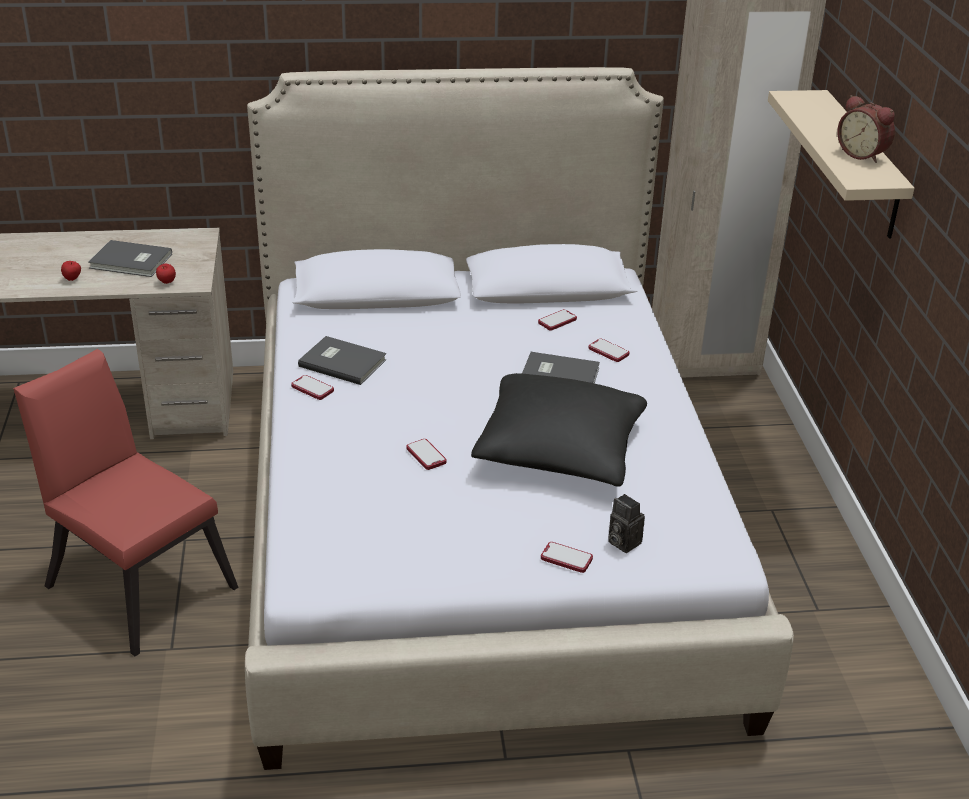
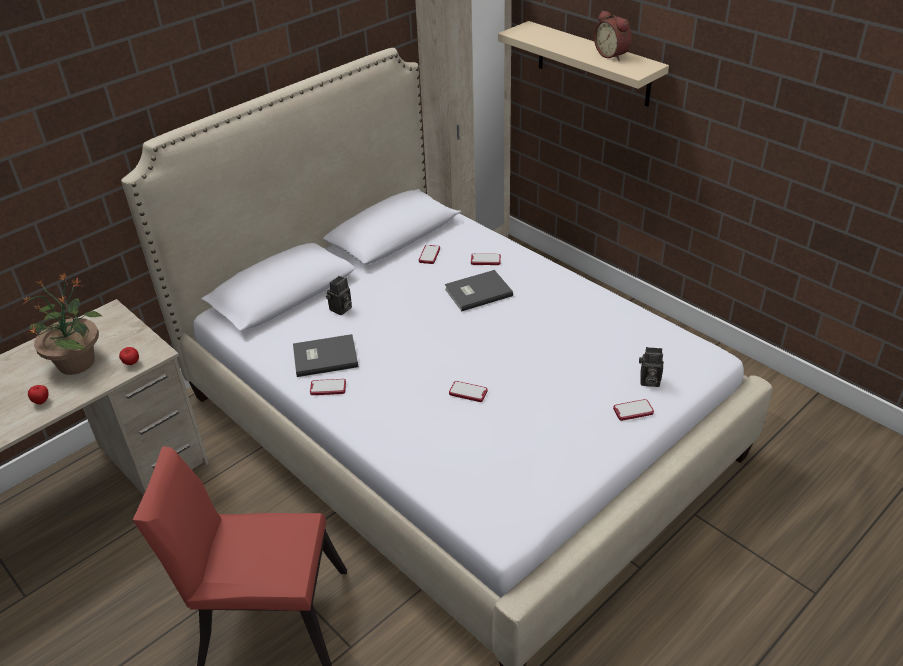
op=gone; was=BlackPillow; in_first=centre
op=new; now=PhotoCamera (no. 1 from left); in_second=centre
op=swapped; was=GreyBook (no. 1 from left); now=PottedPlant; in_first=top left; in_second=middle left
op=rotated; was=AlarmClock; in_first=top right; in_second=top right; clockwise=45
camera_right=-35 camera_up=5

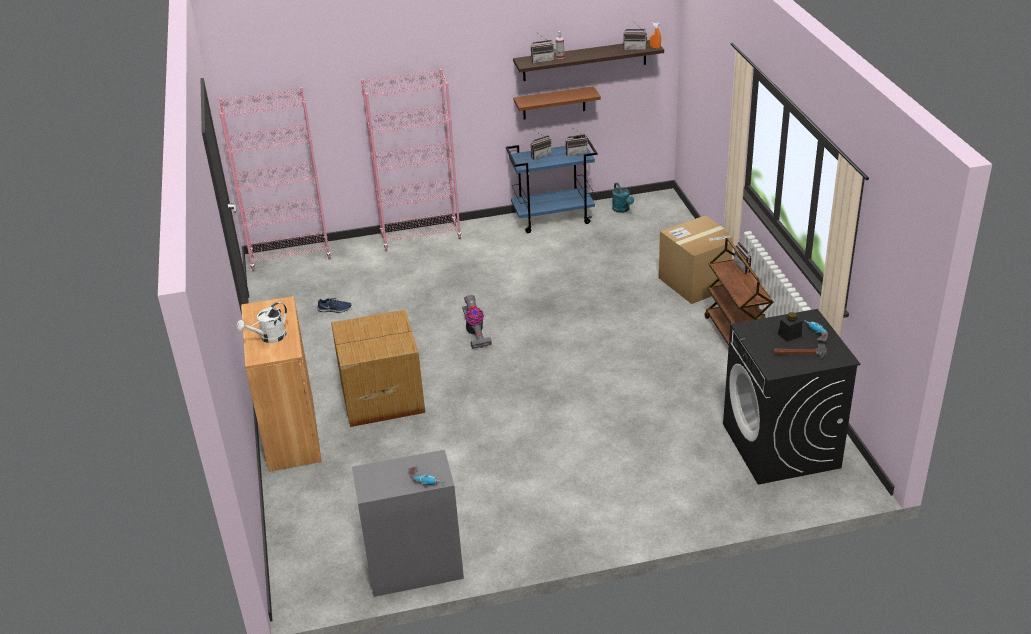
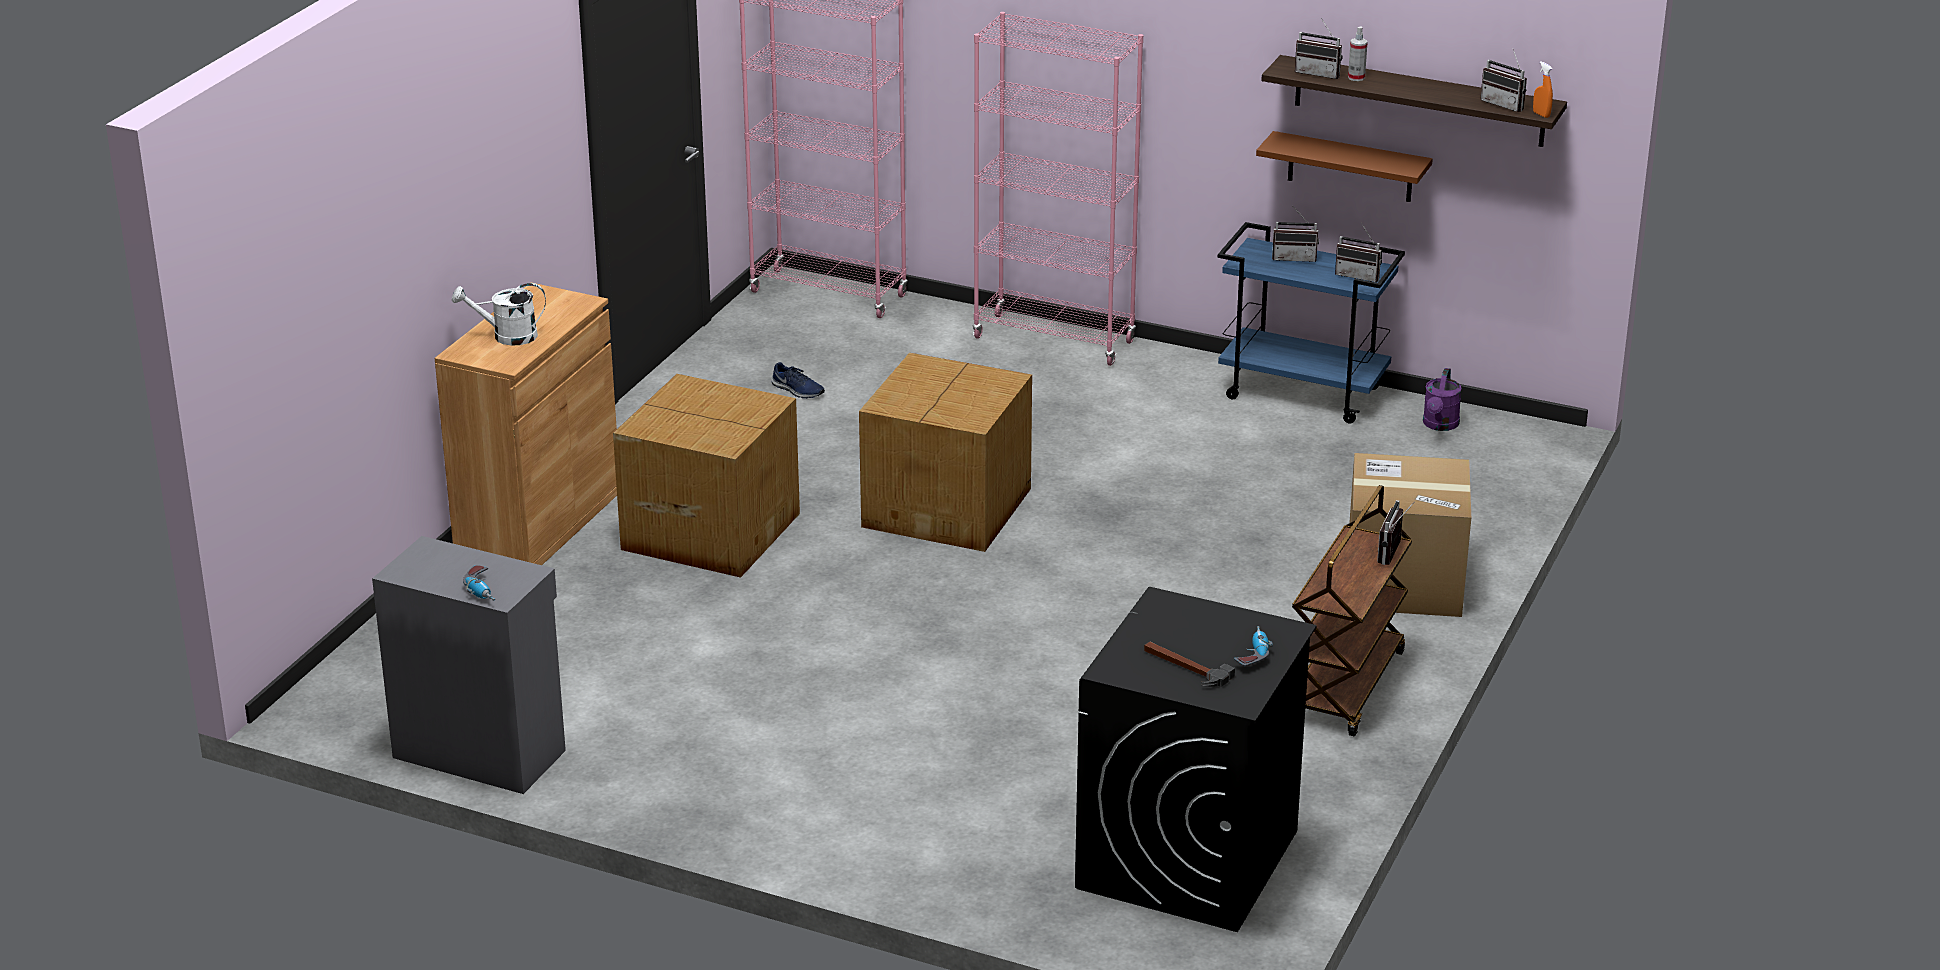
op=gone; was=BlackJar; in_first=middle right
op=swapped; was=VacuumCleaner; now=CardboardBox (no. 2 from left); in_first=centre; in_second=centre
op=repainted; was=TurquoiseWateringCan; now=PurpleWateringCan; in_first=top centre; in_second=middle right
camera_right=35 camera_up=-5

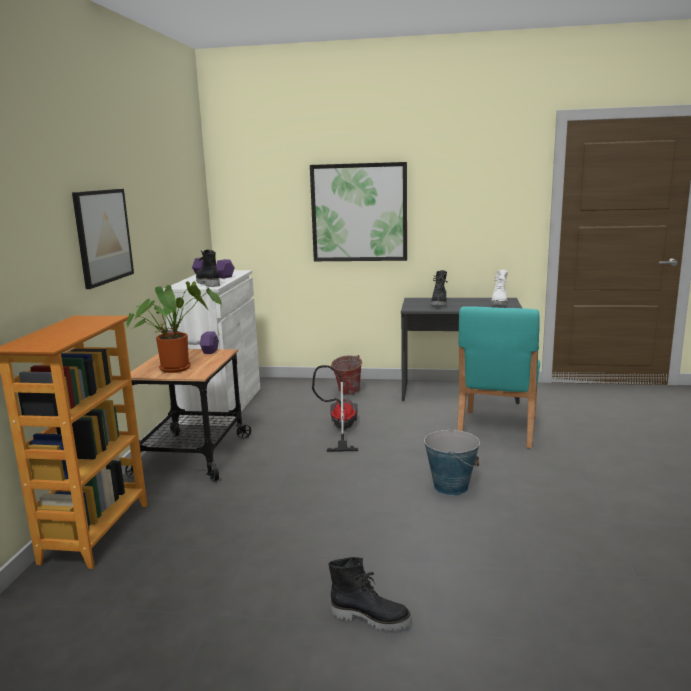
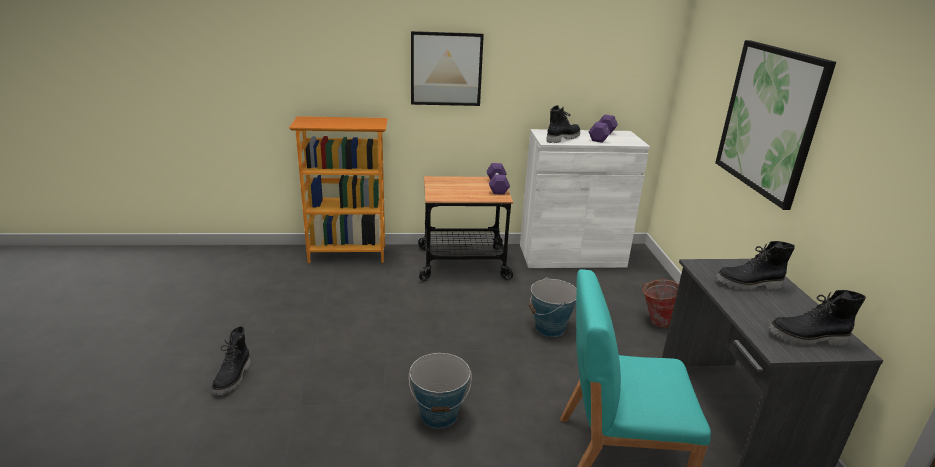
op=gone; was=PottedPlant; in_first=middle left
op=swapped; was=VacuumCleaner; now=Bucket (no. 2 from left); in_first=centre; in_second=centre
op=repainted; was=WhiteBoot; now=BlackBoot (no. 4 from left); in_first=middle right; in_second=bottom right
camera_right=75 camera_up=10

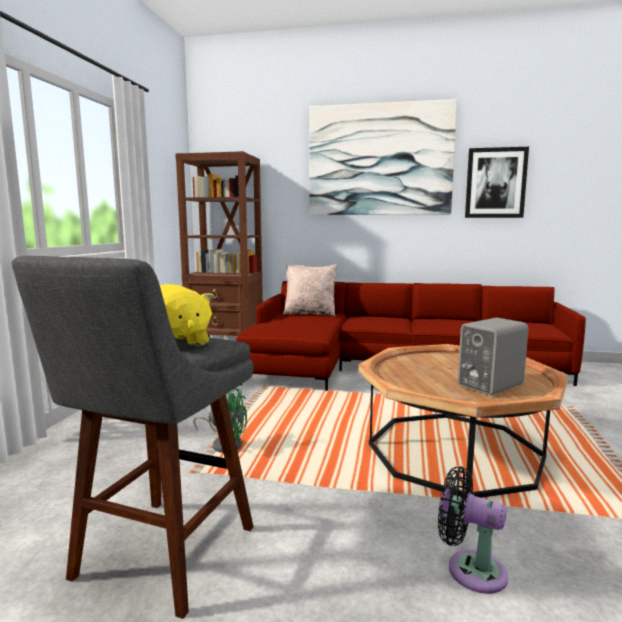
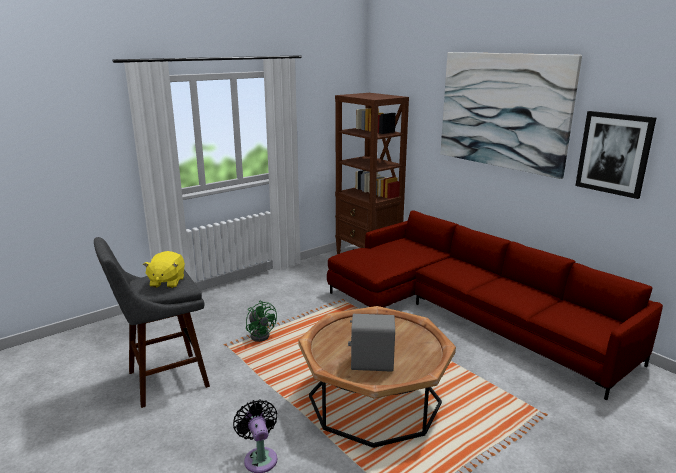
op=gone; was=BeigePillow; in_first=centre
camera_right=40 camera_up=10

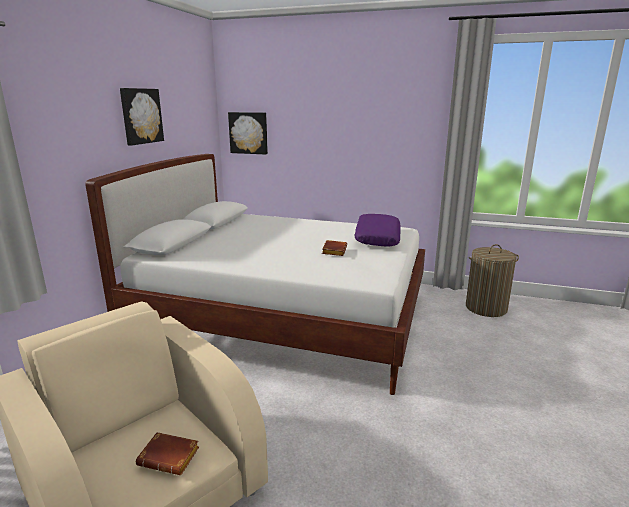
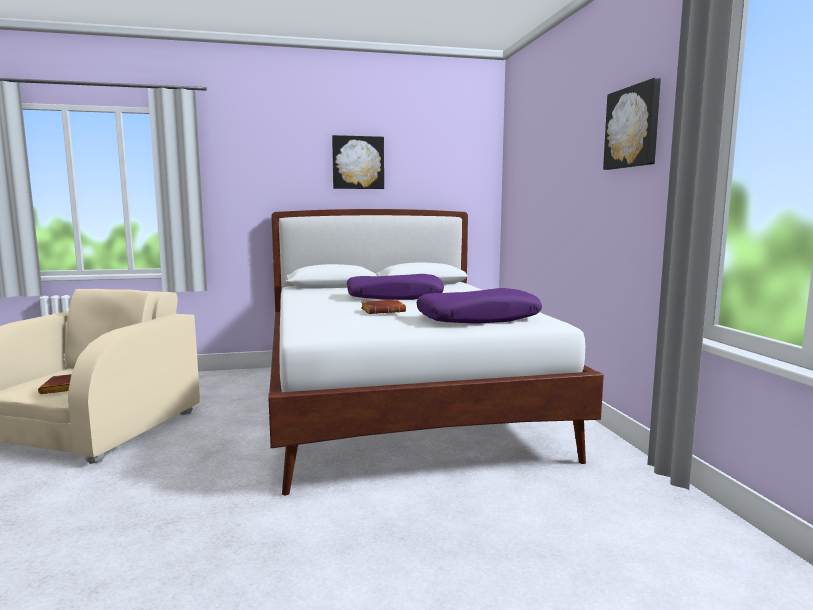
op=gone; was=LaundryBasket; in_first=middle right
op=new; now=PurplePillow (no. 1 from left); in_second=centre
op=shifted; was=Picture (no. 2 from left); in_first=top centre; in_second=top right
camera_right=60 camera_up=-10

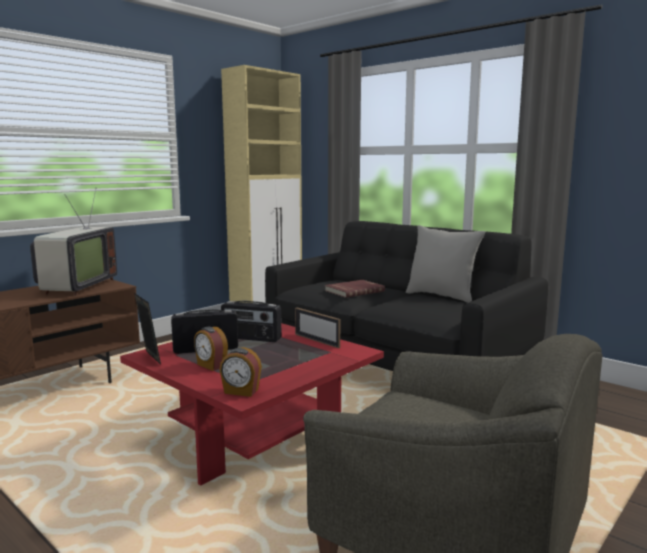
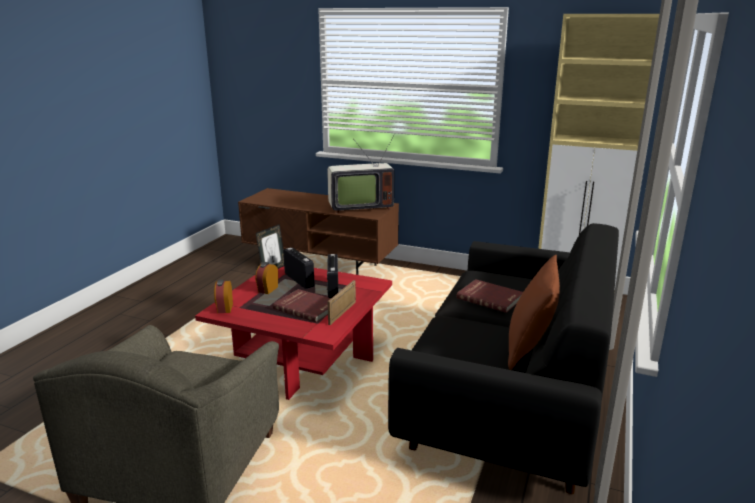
op=new; now=RedBook (no. 1 from left); in_second=centre
op=repainted; was=GreyPillow; now=BrownPillow; in_first=middle right; in_second=middle right
camera_right=70 camera_up=10

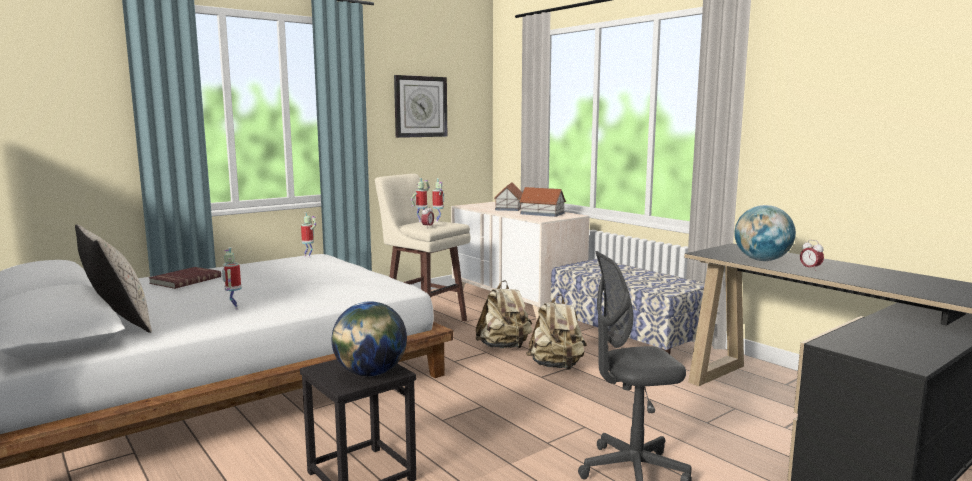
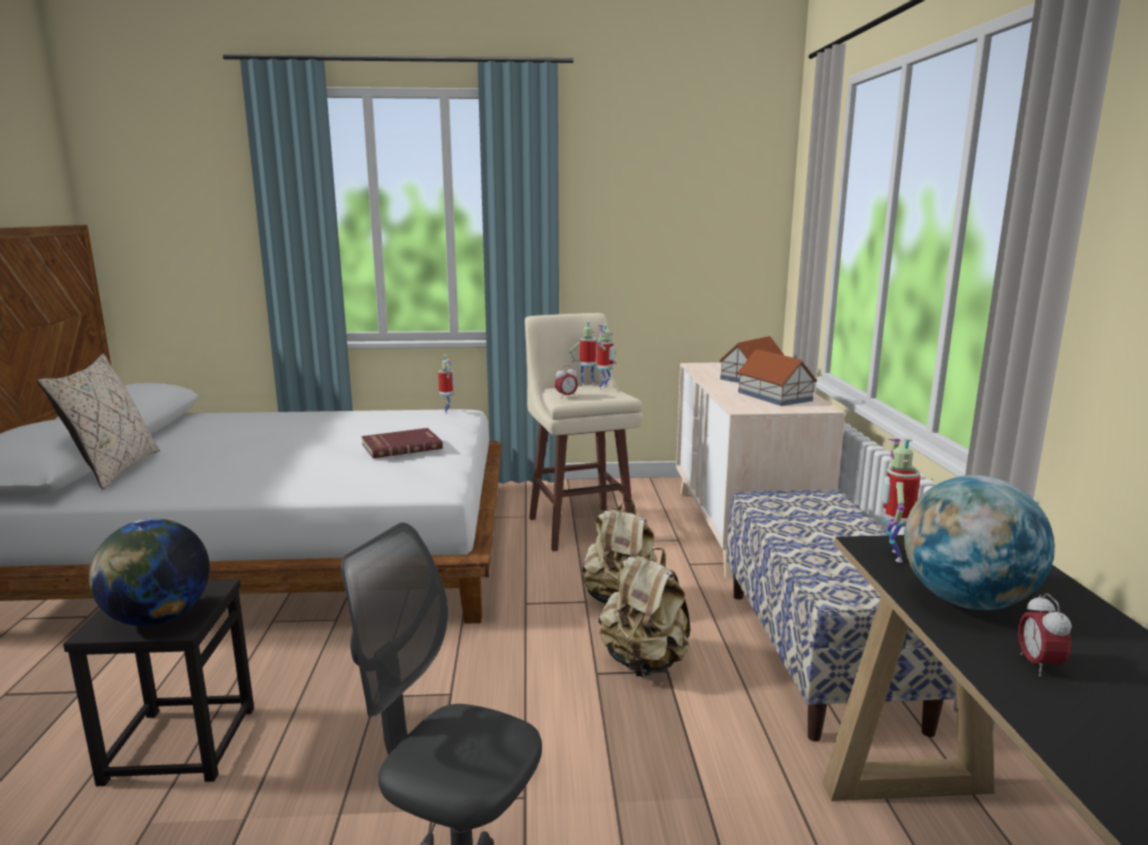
op=gone; was=WallClock; in_first=top centre
op=shifted; was=RedBook; in_first=middle left; in_second=centre
op=shifted; was=ToyRobot (no. 1 from left in the first image); now=ToyRobot (no. 4 from left); in_first=middle left; in_second=middle right
camera_right=35 camera_up=5

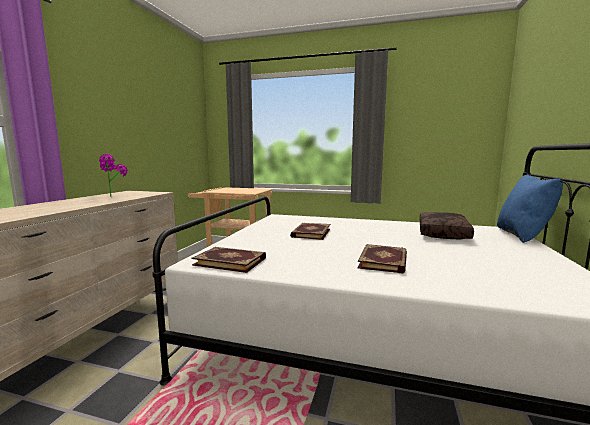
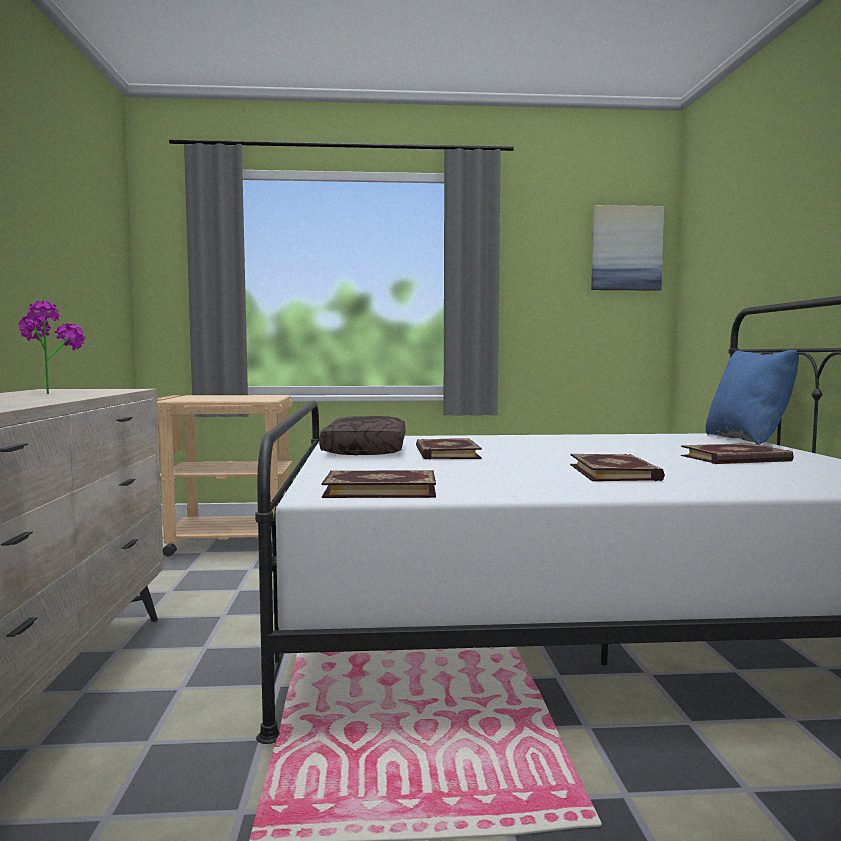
op=new; now=Picture; in_second=top right
op=new; now=Book (no. 4 from left); in_second=middle right
op=shifted; was=BrownPillow; in_first=middle right; in_second=centre
camera_right=-20 camera_up=-5

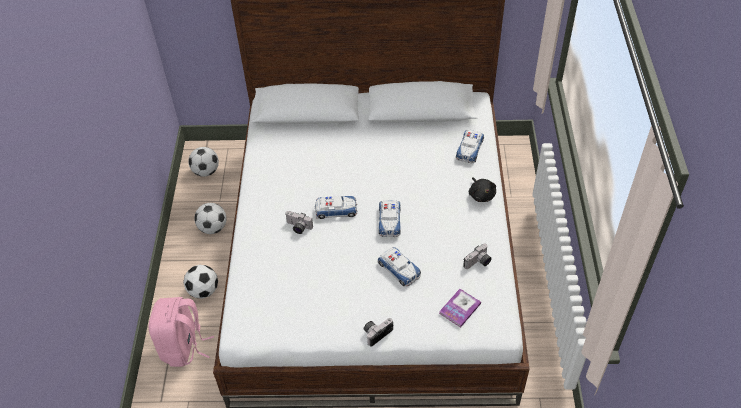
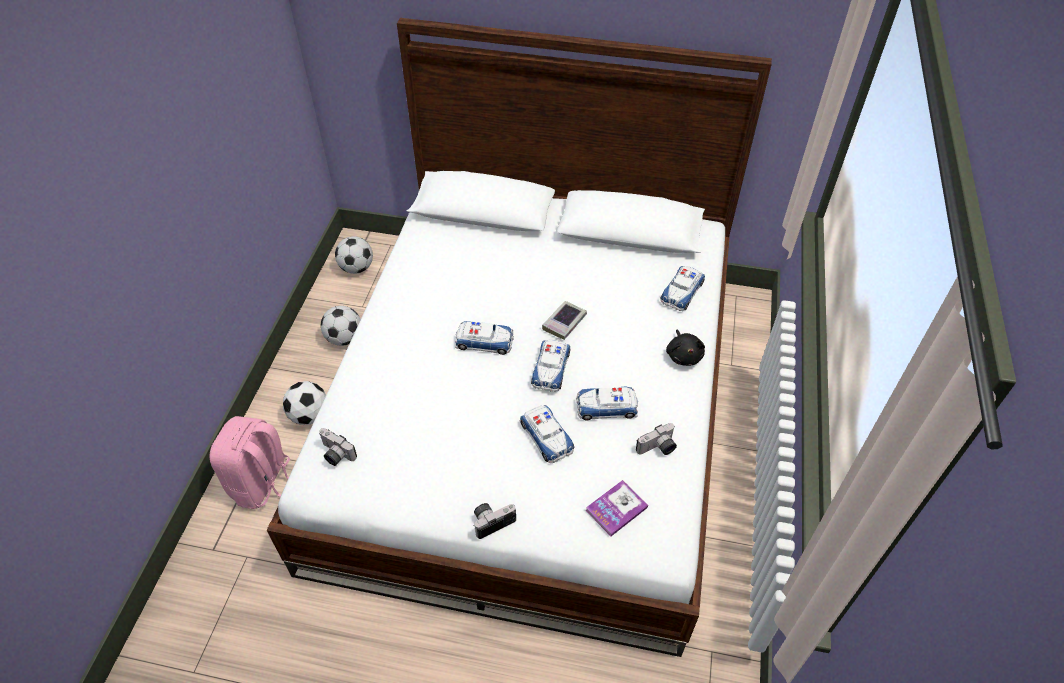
op=new; now=Book (no. 1 from left); in_second=centre
op=new; now=ToyCar (no. 4 from left); in_second=centre
op=shifted; was=PhotoCamera (no. 1 from left); in_first=centre; in_second=middle left
camera_right=10 camera_up=0

